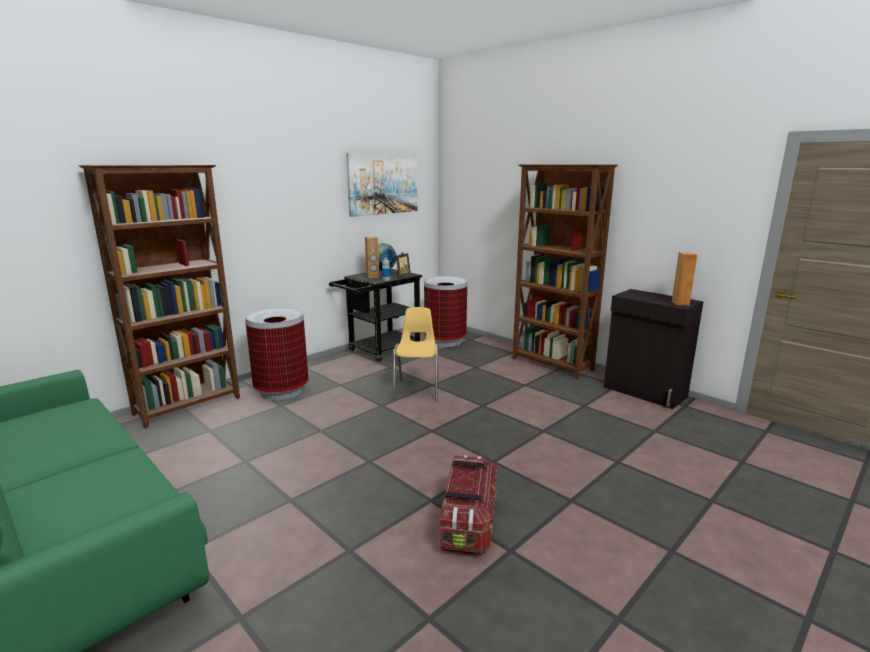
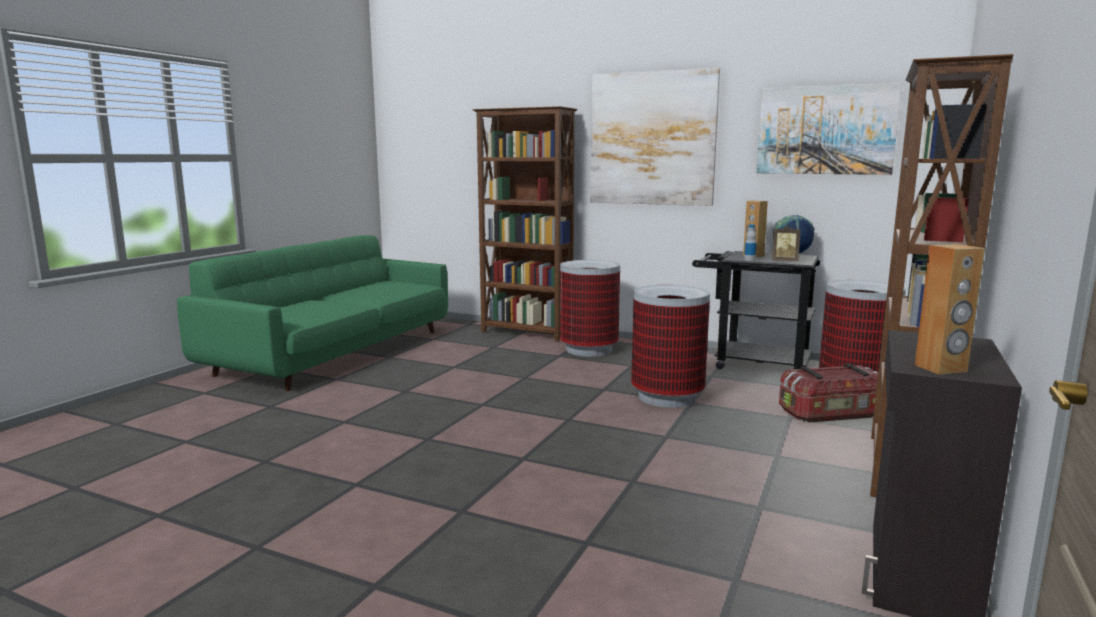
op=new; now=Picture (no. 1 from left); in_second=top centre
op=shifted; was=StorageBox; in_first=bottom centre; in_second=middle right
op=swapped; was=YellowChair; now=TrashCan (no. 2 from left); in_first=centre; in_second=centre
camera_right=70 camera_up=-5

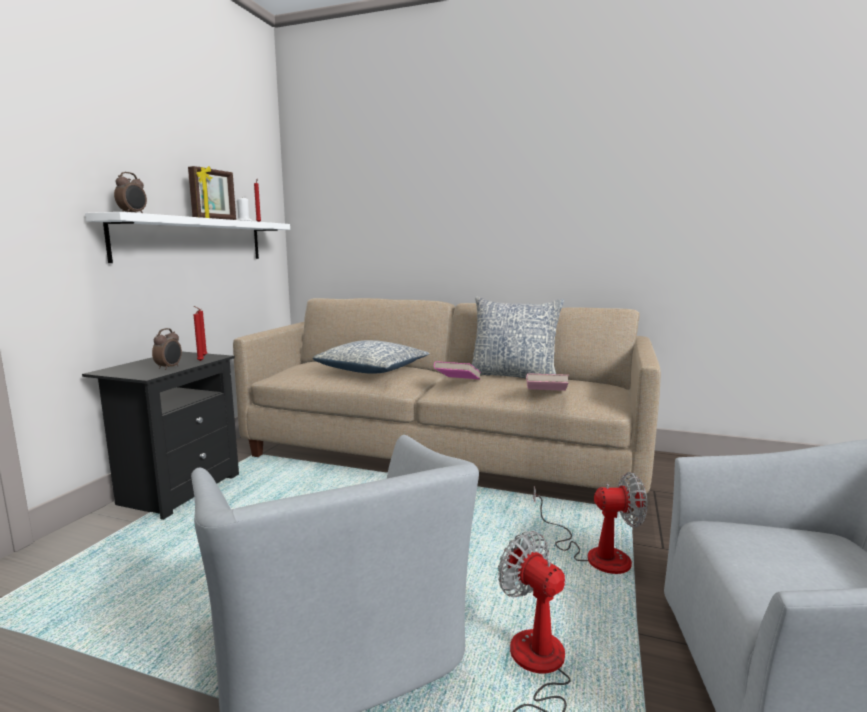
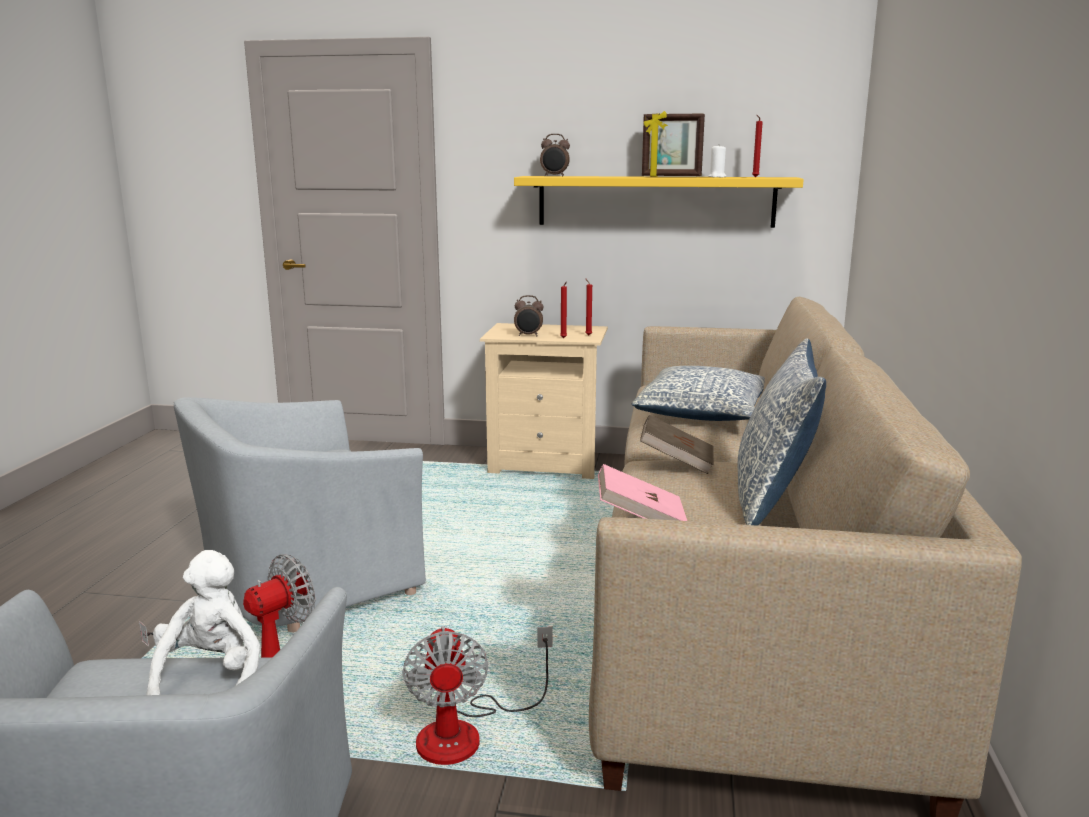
op=new; now=WhitePlushToy; in_second=bottom left
op=repainted; was=BlackNightstand; now=BeigeNightstand; in_first=middle left; in_second=centre
op=repainted; was=WhiteShelf; now=YellowShelf; in_first=top left; in_second=top centre
op=repainted; was=PinkBook (no. 1 from left); now=BrownBook; in_first=centre; in_second=centre
camera_right=80 camera_up=5

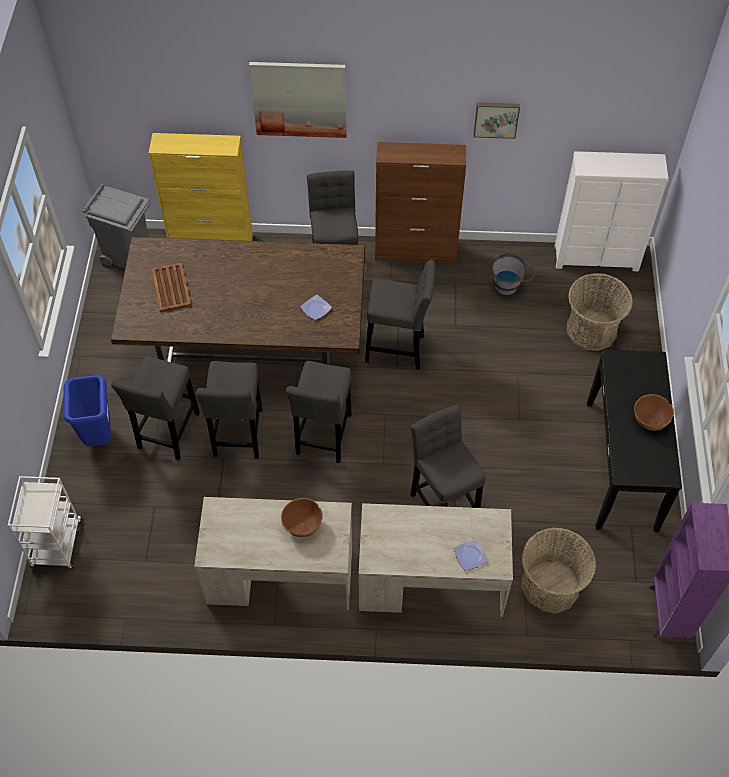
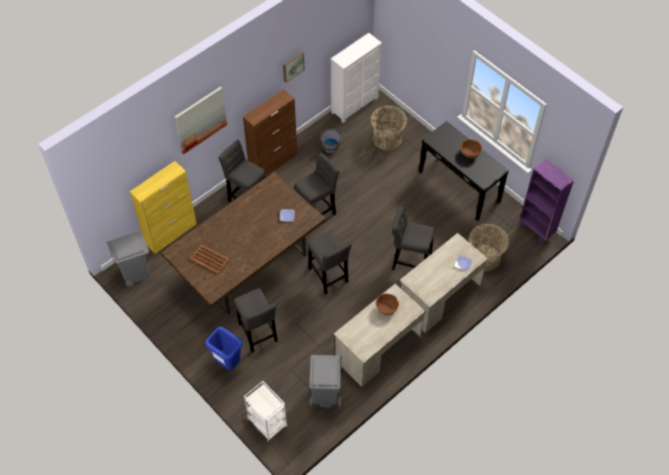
op=gone; was=GreyStool (no. 2 from left); in_first=middle left
op=new; now=GreyTrashCan (no. 2 from left); in_second=bottom centre
camera_right=-45 camera_up=0

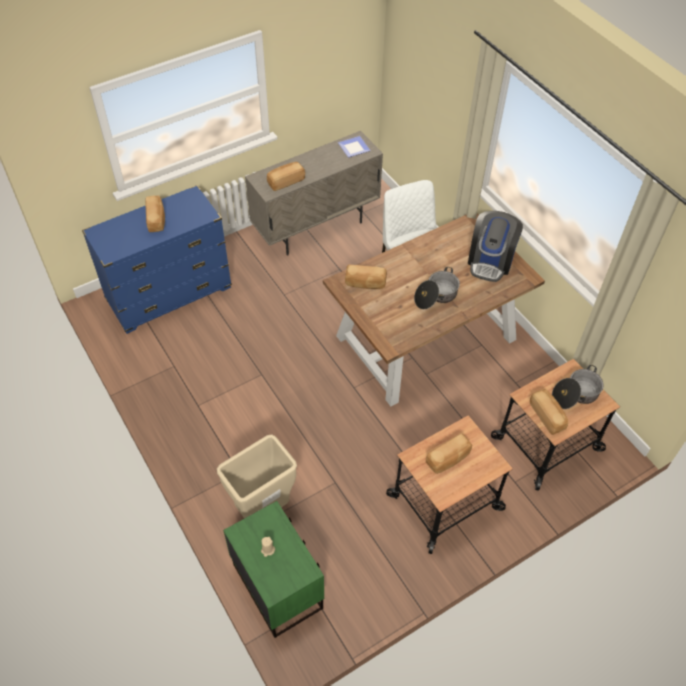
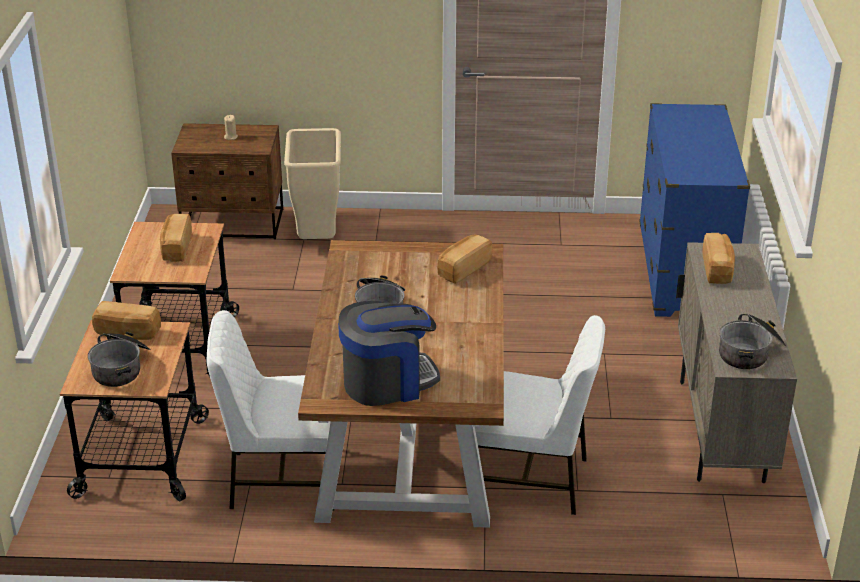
op=gone; was=Bread (no. 1 from left); in_first=top left
op=new; now=WhiteChair (no. 1 from left); in_second=bottom left
op=swapped; was=Plate; now=CookingPot (no. 3 from left); in_first=top centre; in_second=middle right
op=repainted; was=GreenNightstand; now=BrownNightstand; in_first=bottom centre; in_second=top left
op=rotated; was=CoffeeMachine; in_first=middle right; in_second=centre; clockwise=105
camera_right=125 camera_up=-20

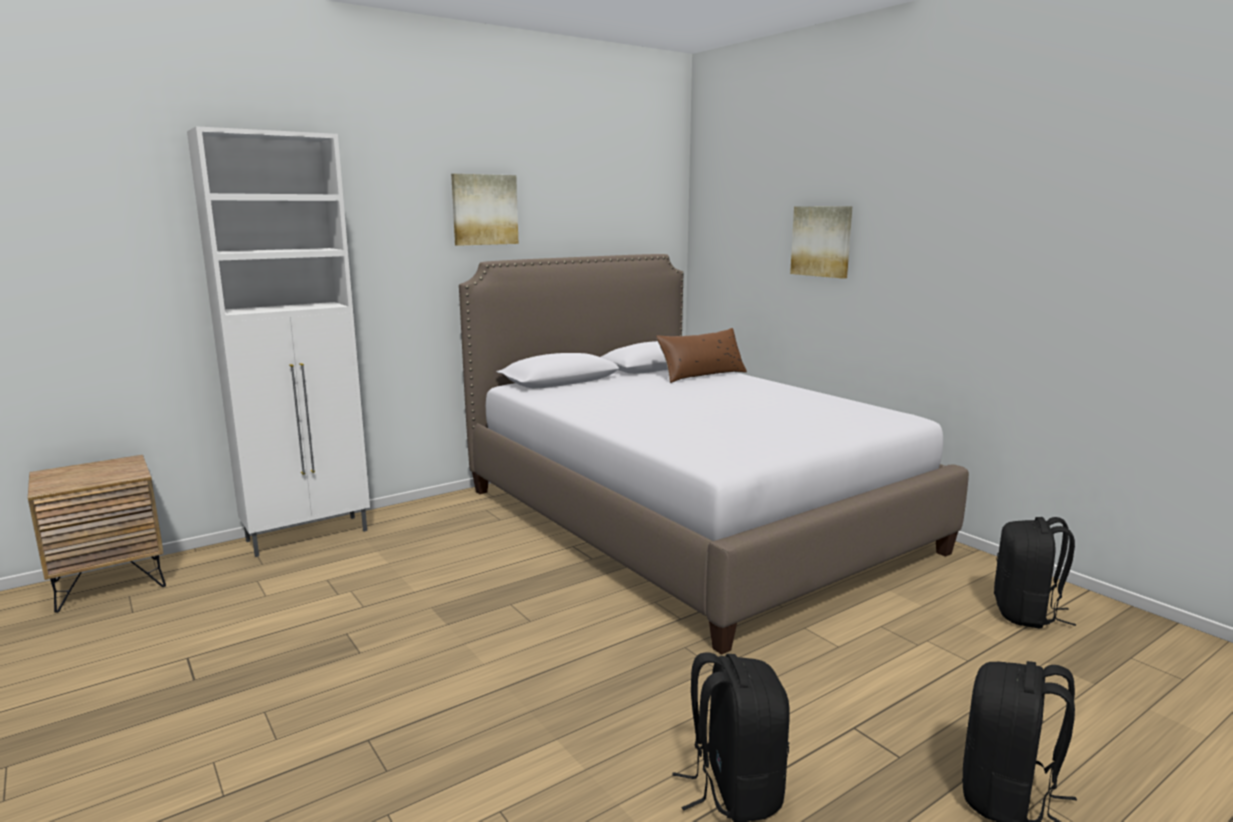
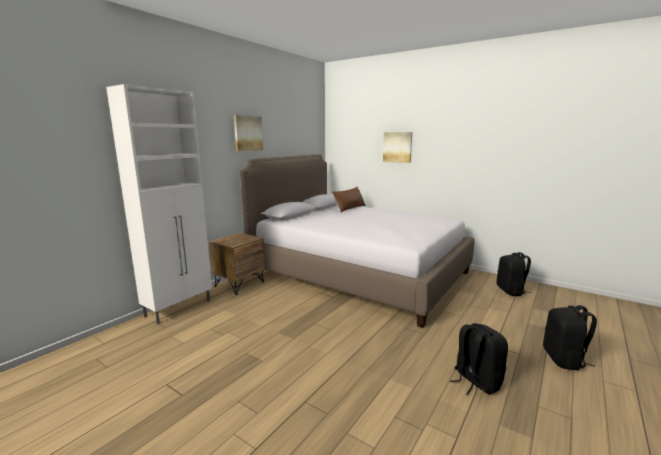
op=shifted; was=BrownNightstand; in_first=middle left; in_second=centre
camera_right=-20 camera_up=0

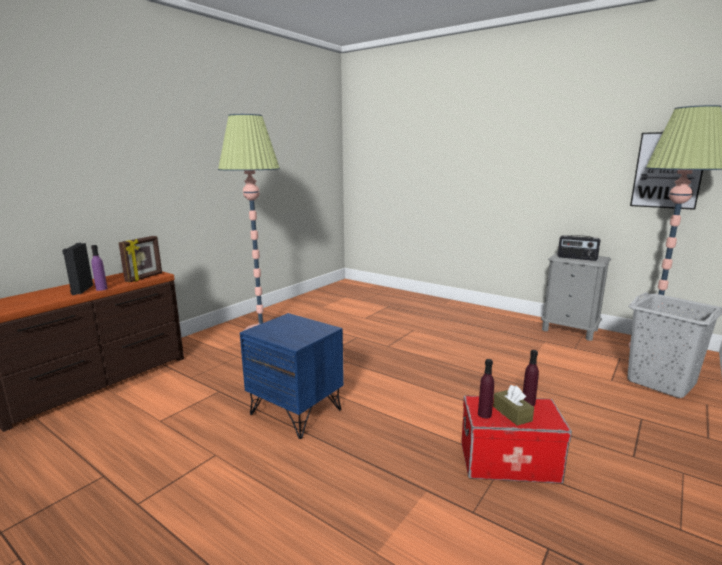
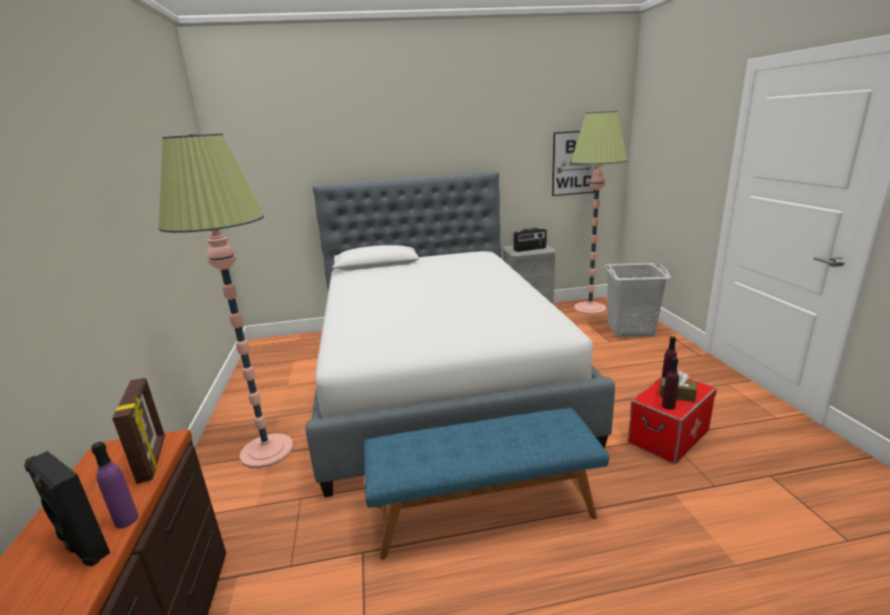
op=new; now=Bed; in_second=centre
op=swapped; was=BlueNightstand; now=BlueBench; in_first=centre; in_second=bottom centre
camera_right=-45 camera_up=5

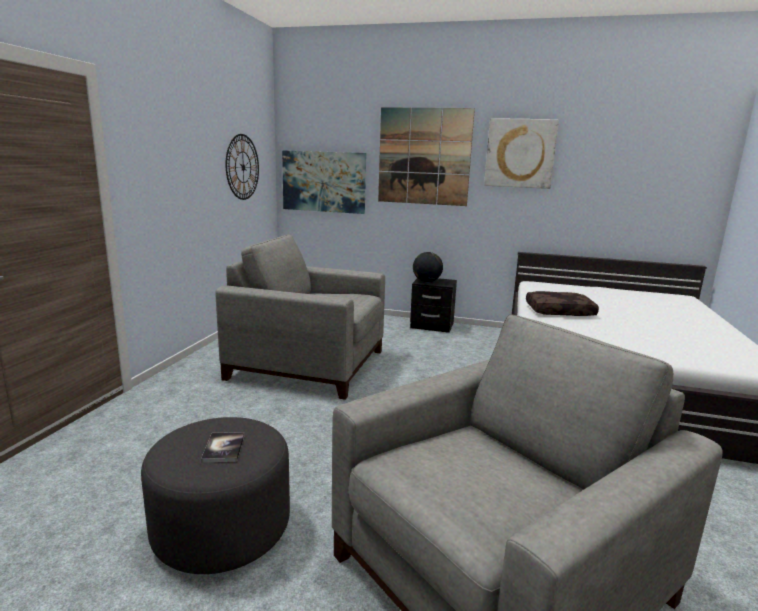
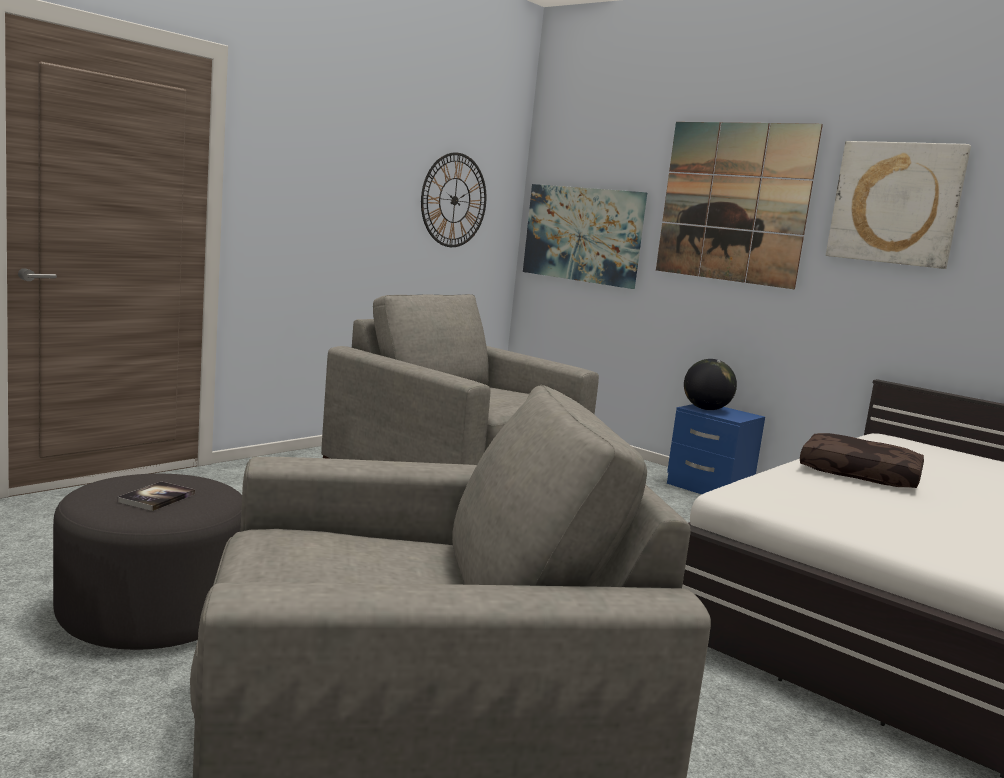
op=repainted; was=BlackNightstand; now=BlueNightstand; in_first=centre; in_second=middle right
camera_right=25 camera_up=-5

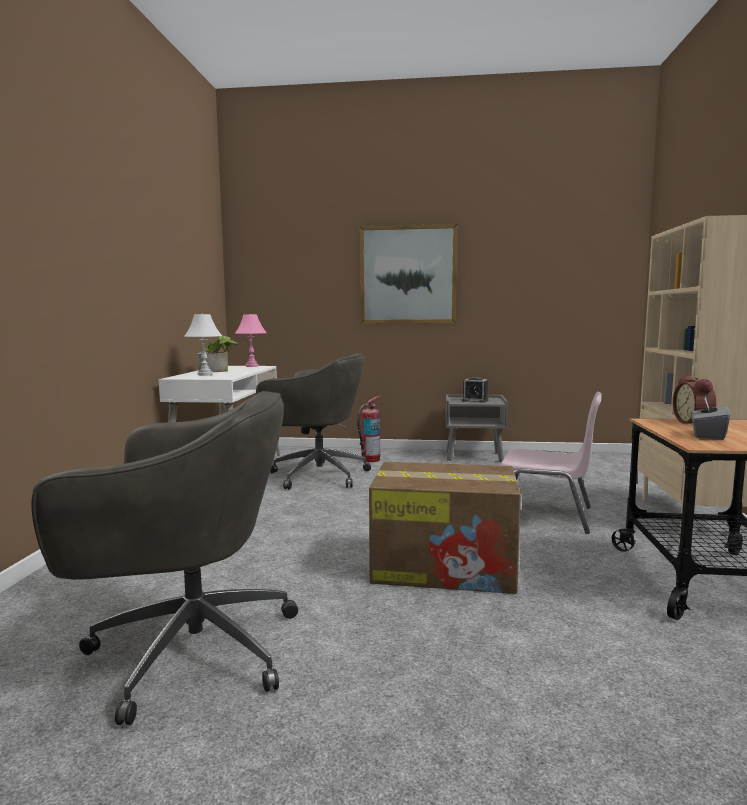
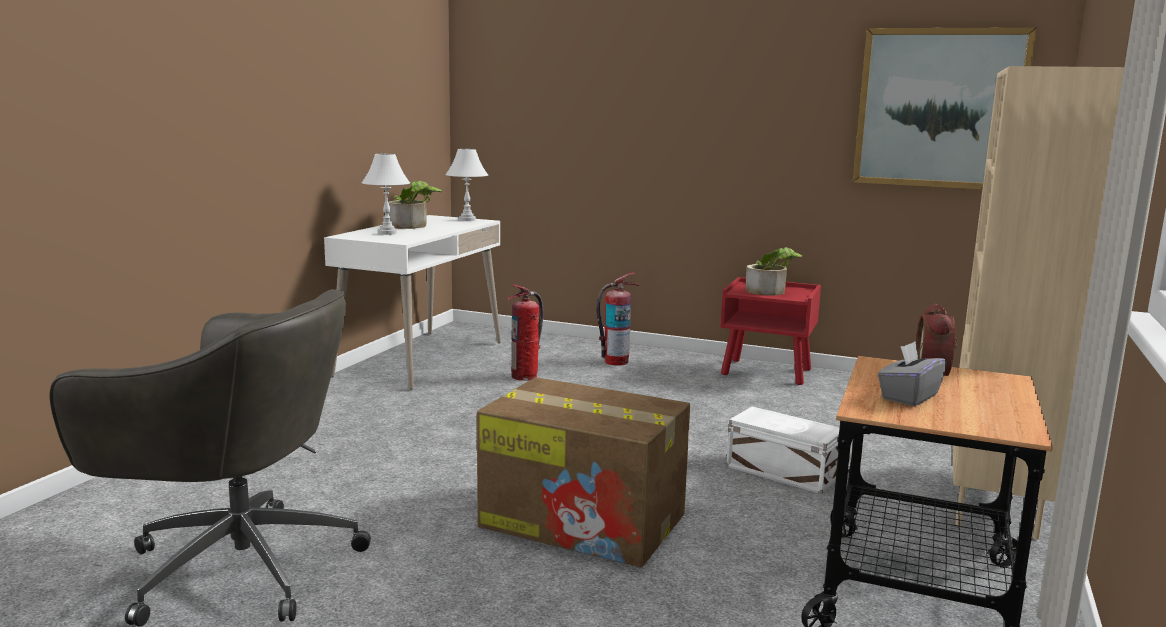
op=shifted; was=Picture; in_first=centre; in_second=top right
op=swapped; was=GreyOfficeChair (no. 2 from left); now=FireExtinguisher (no. 1 from left); in_first=centre; in_second=centre
op=swapped; was=AlarmClock (no. 1 from left); now=PottedPlant (no. 2 from left); in_first=centre; in_second=centre
op=swapped; was=PinkChair; now=WhiteStorageBox; in_first=middle right; in_second=bottom right
op=repainted; was=PinkTableLamp; now=WhiteTableLamp (no. 2 from left); in_first=centre; in_second=top centre
op=repainted; was=GreyNightstand; now=RedNightstand; in_first=centre; in_second=centre
camera_right=15 camera_up=5

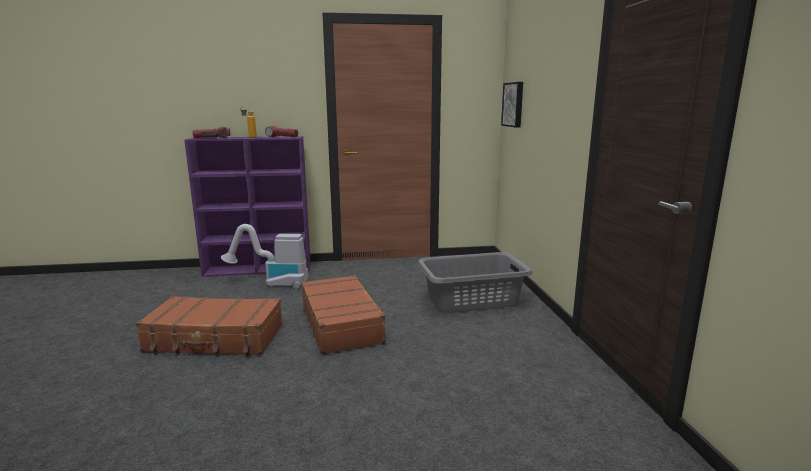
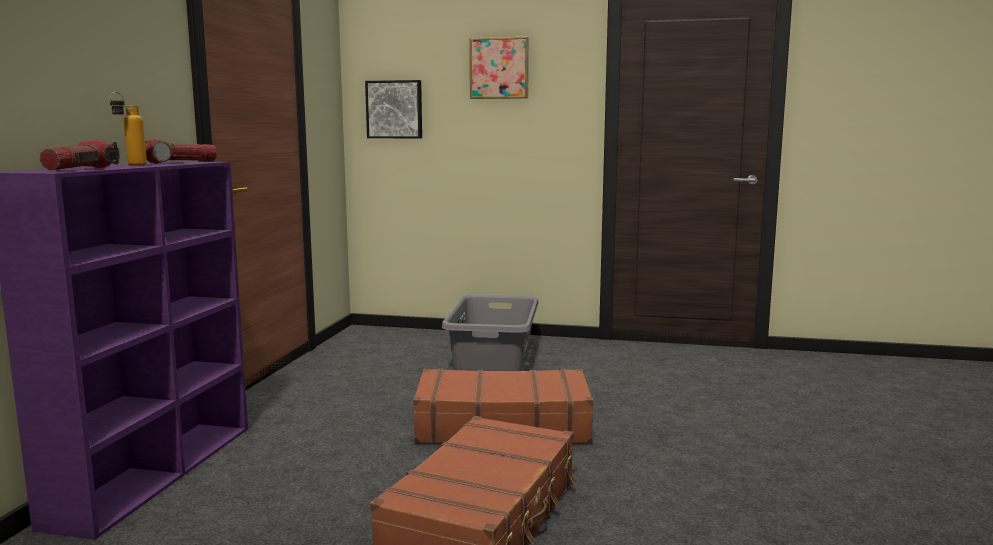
op=gone; was=VacuumCleaner; in_first=middle left
op=new; now=Picture (no. 2 from left); in_second=top centre
camera_right=-70 camera_up=-5

